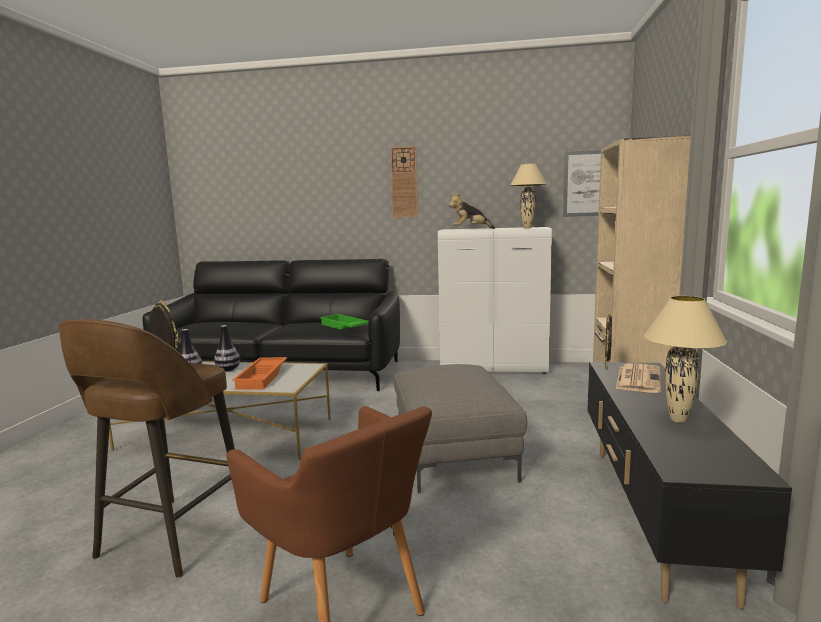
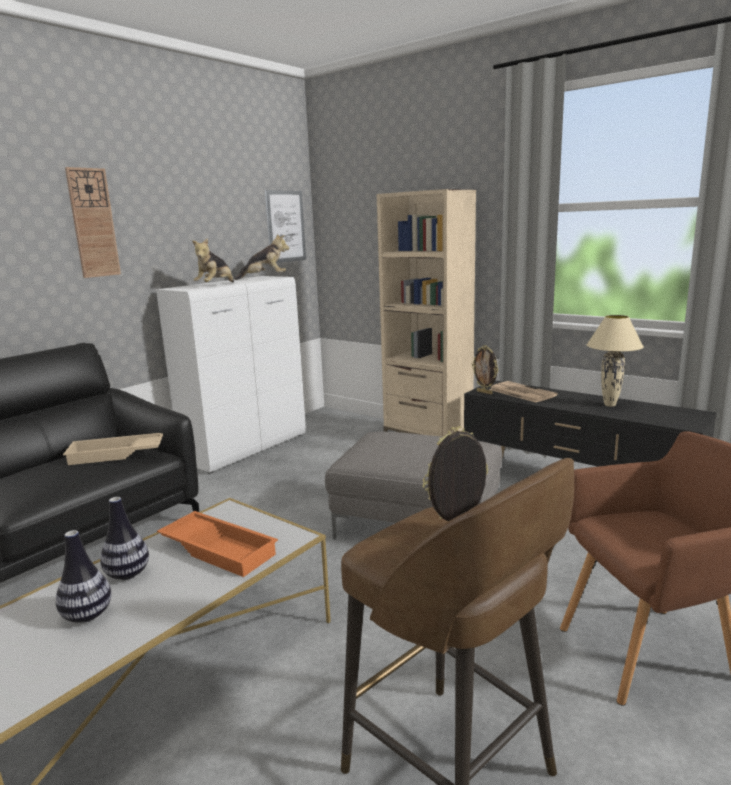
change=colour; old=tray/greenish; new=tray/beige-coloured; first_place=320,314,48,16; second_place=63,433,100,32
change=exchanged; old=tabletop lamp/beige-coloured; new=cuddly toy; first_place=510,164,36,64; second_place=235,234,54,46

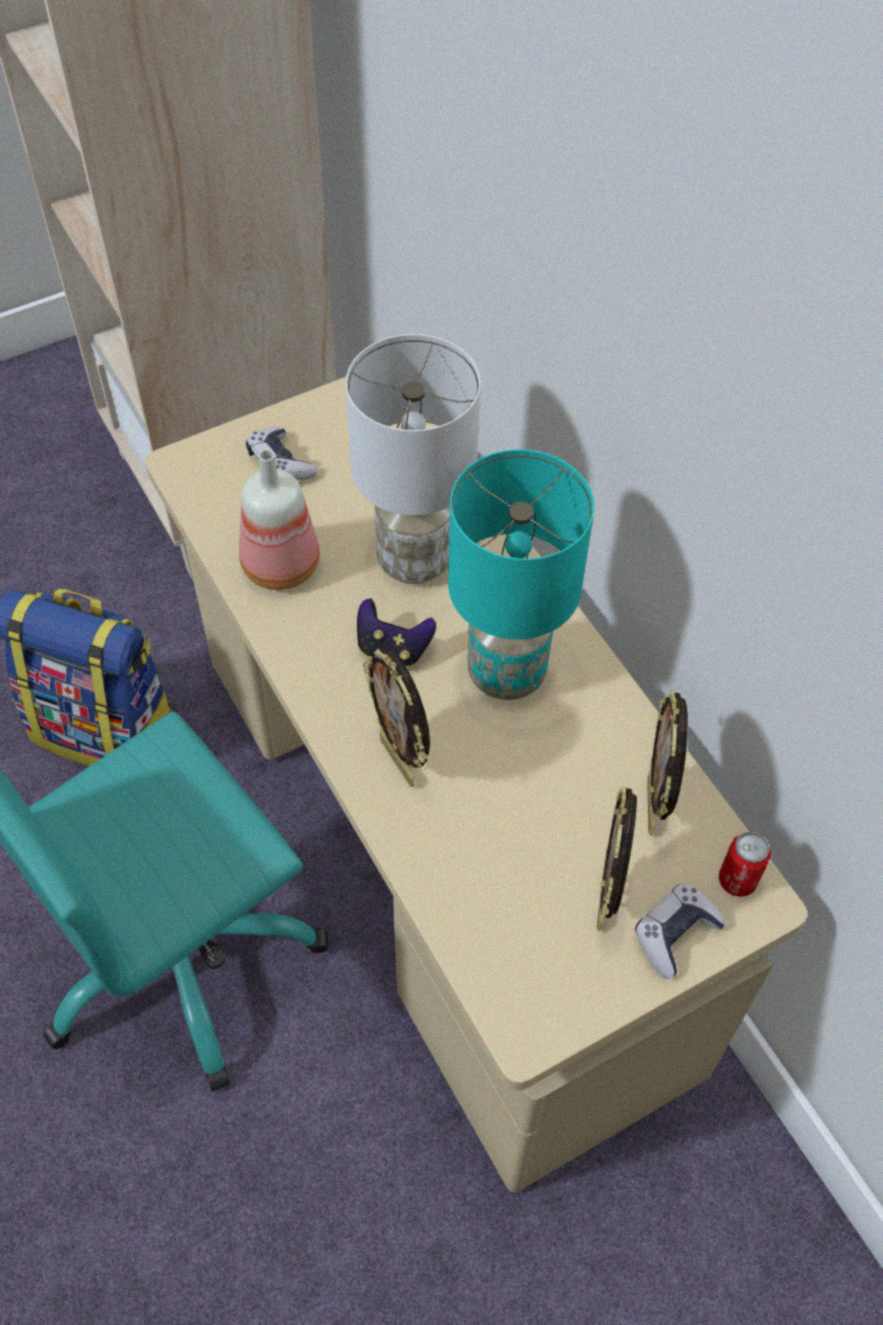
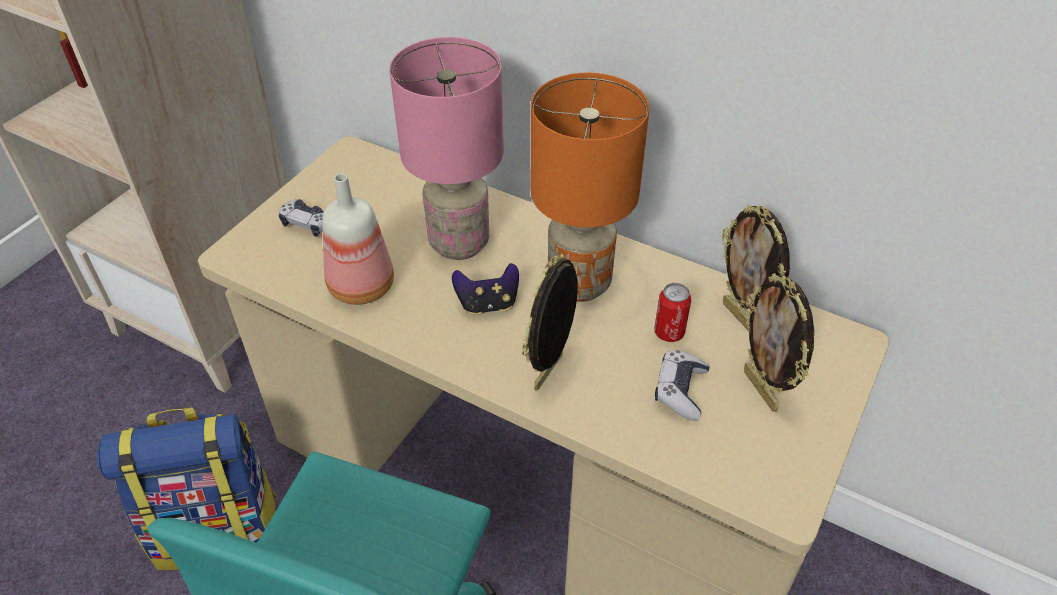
change=colour; old=tabletop lamp/white; new=tabletop lamp/pink-coloured; first_place=346,334,135,250; second_place=389,37,115,223
change=spun; old=photo frame; first_place=363,649,67,138; second_place=522,254,56,136; degrees=90
change=colour; old=tabletop lamp/turquoise; new=tabletop lamp/orange-coloured; first_place=448,449,146,251; second_place=531,72,118,230
change=relocated; old=game controller; first_place=635,883,92,96; second_place=655,350,55,71
change=relocated; old=metal can; first_place=719,831,52,66; second_place=654,283,37,59

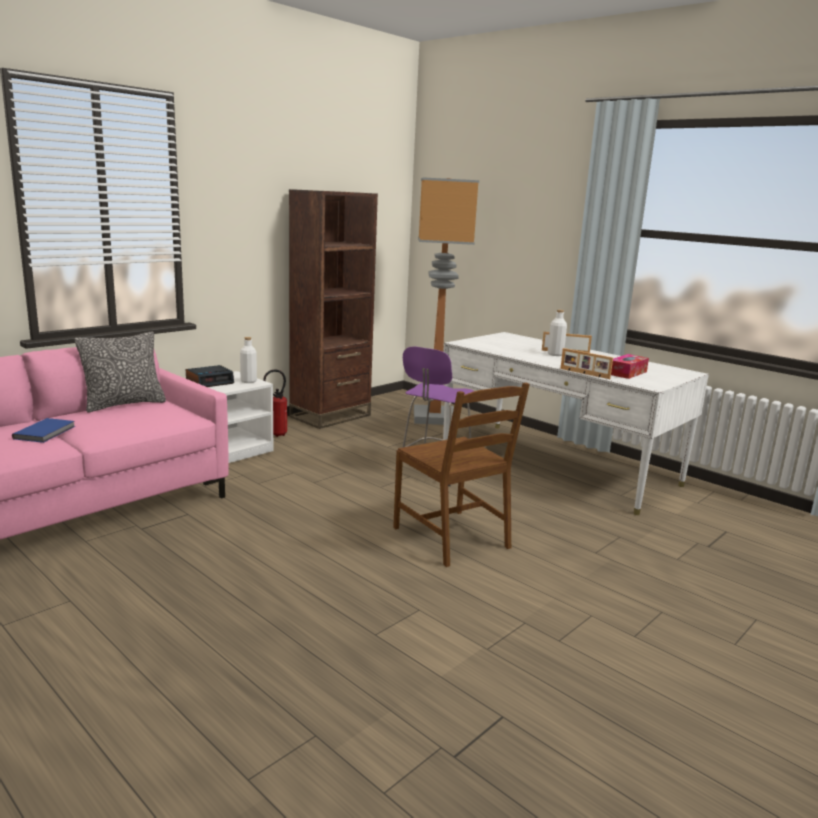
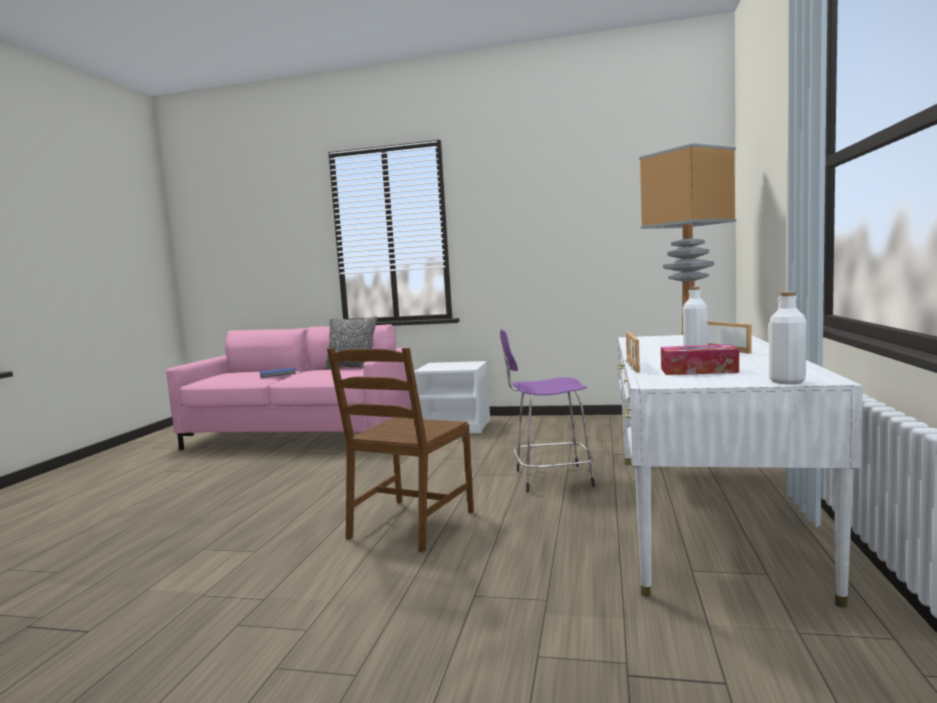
change=missing; old=alarm clock; first_place=186,365,48,22
change=relocated; old=beverage bottle/white; first_place=240,337,17,46; second_place=769,292,37,92
change=missing; old=extinguisher; first_place=263,369,24,68
change=missing; old=shelving unit/brown-coloured; first_place=289,189,89,240

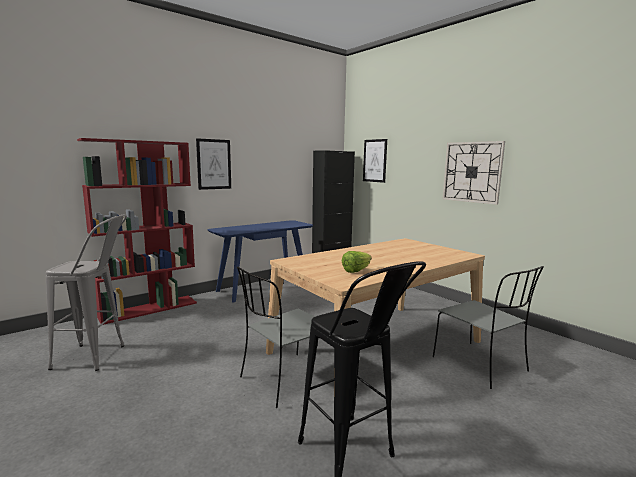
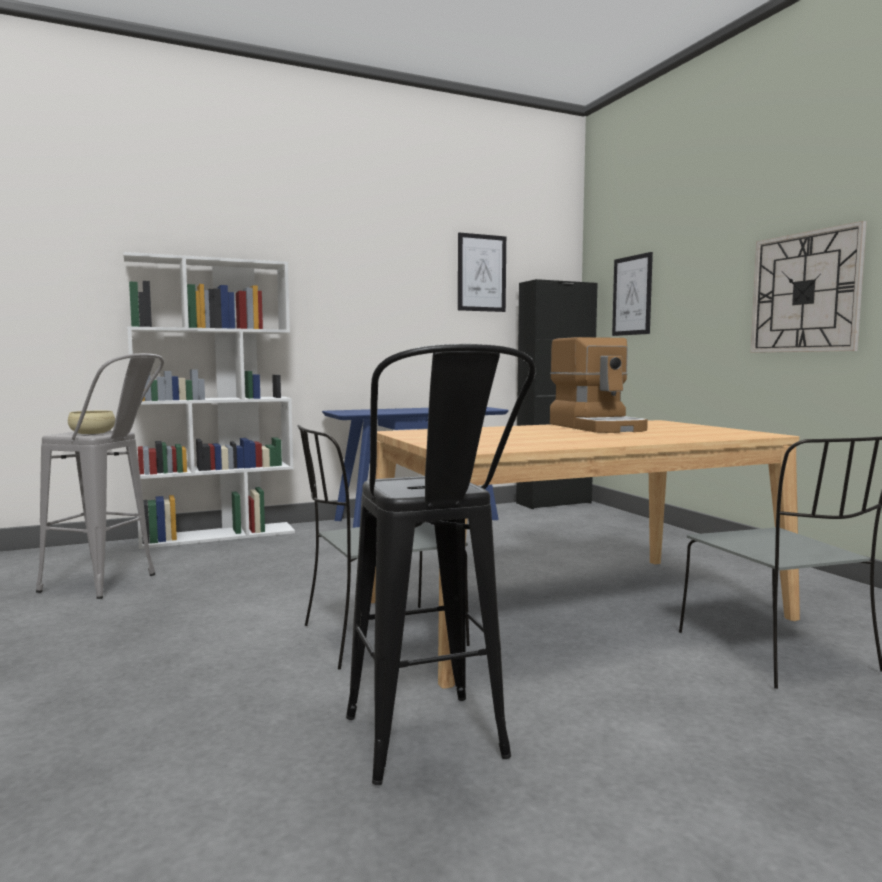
change=colour; old=shelving unit/red-coloured; new=shelving unit/white; first_place=77,138,120,187; second_place=123,252,172,297
change=relocated; old=wall picture; first_place=196,138,35,52; second_place=458,233,48,79
change=missing; old=lettuce; first_place=342,251,29,22
change=appeared; new=bowl/beige-coloured; second_place=68,411,47,23
change=appeared; new=coffee maker; second_place=550,337,98,96

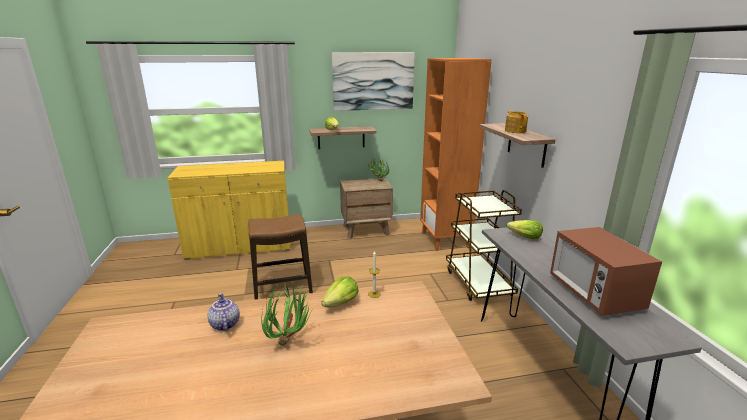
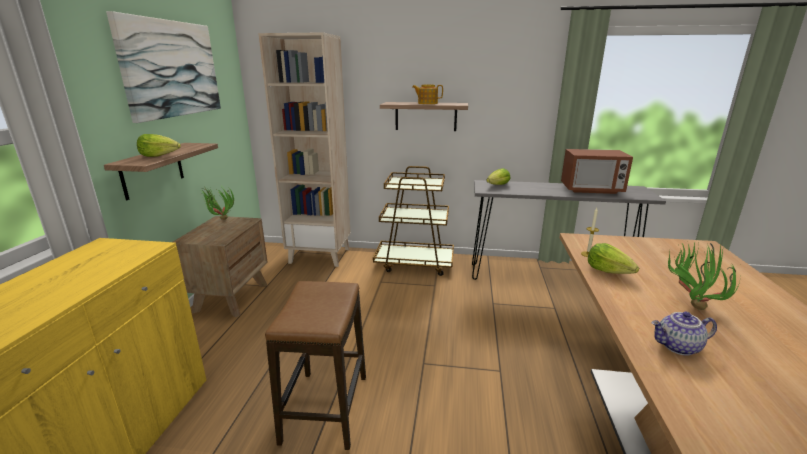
change=colour; old=shelving unit/orange-coloured; new=shelving unit/beige-coloured; first_place=420,58,72,193; second_place=258,32,93,235

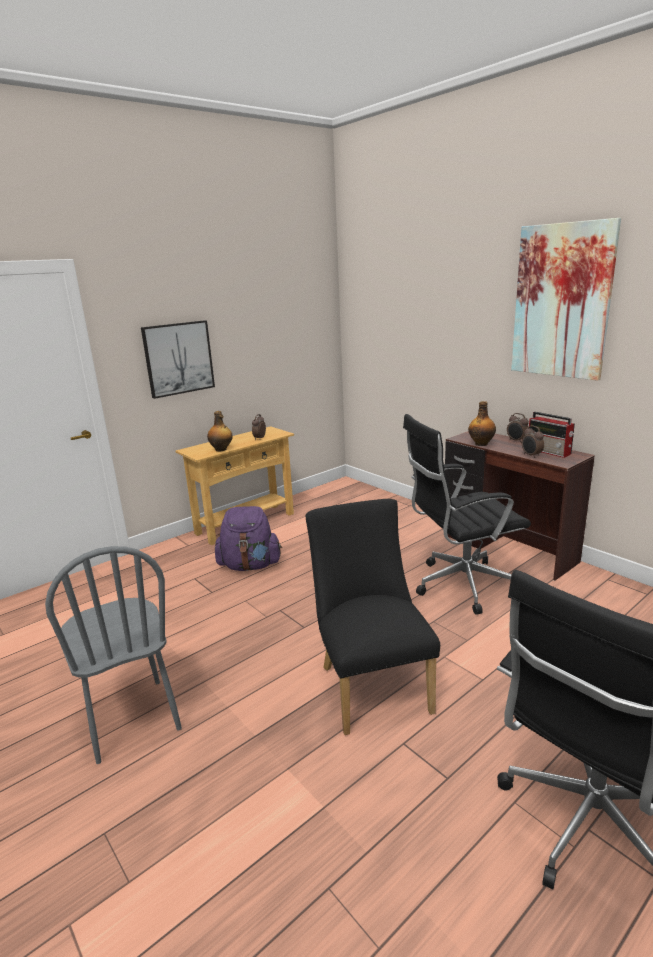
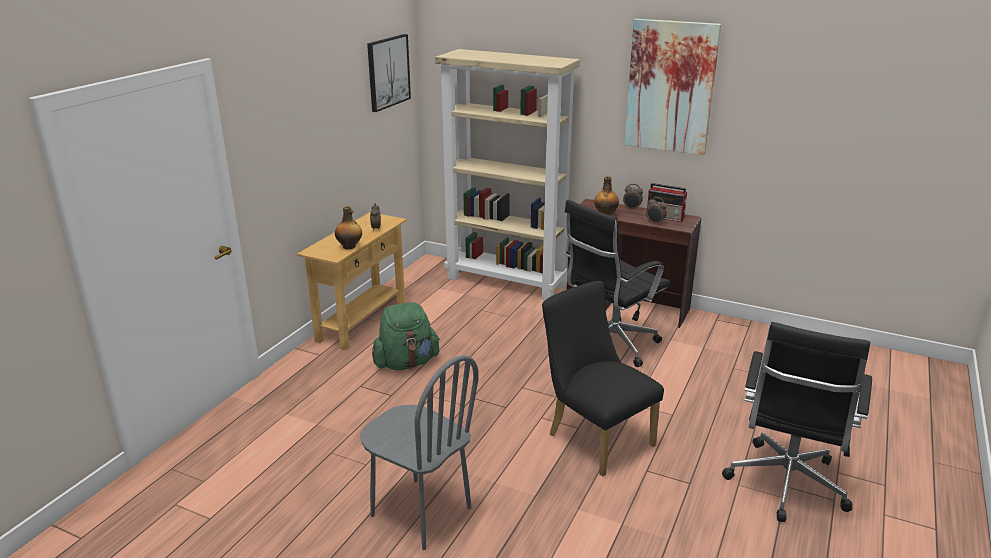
change=relocated; old=wall picture; first_place=141,320,74,79; second_place=367,34,44,78
change=colour; old=rucksack/purple; new=rucksack/greenish; first_place=215,506,67,65; second_place=372,302,68,68
change=appeared; new=shelving unit/beige-coloured; second_place=435,49,145,251

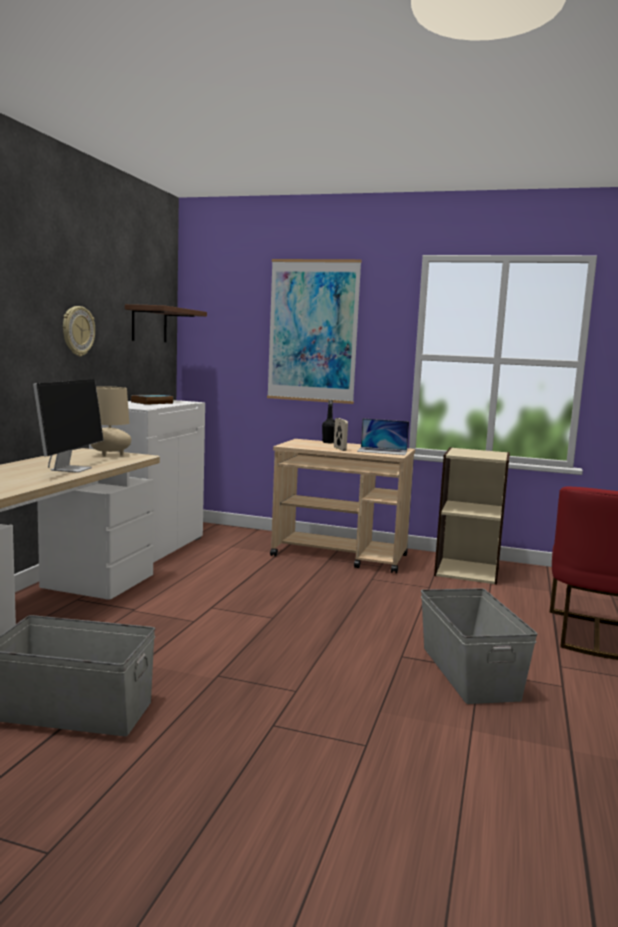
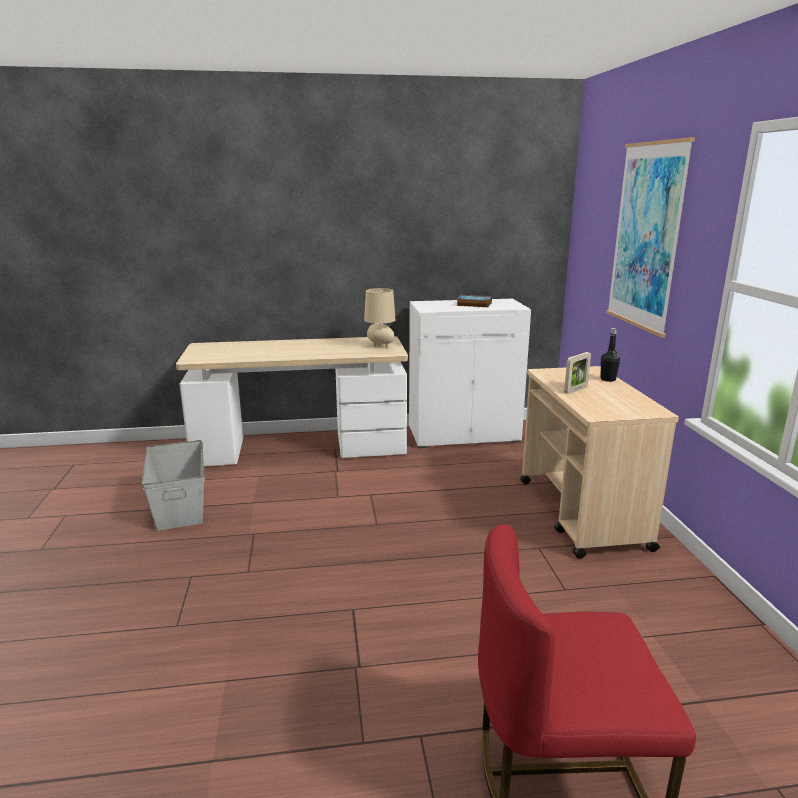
change=missing; old=computer display; first_place=33,379,70,94
change=missing; old=wall clock; first_place=63,306,32,50
change=missing; old=wall shelf/brown-coloured; first_place=125,304,82,38
change=missing; old=notebook computer; first_place=357,419,52,36
change=missing; old=storage container/gray; first_place=421,588,117,116
change=missing; old=shelving unit/beige-coloured; first_place=434,447,76,138

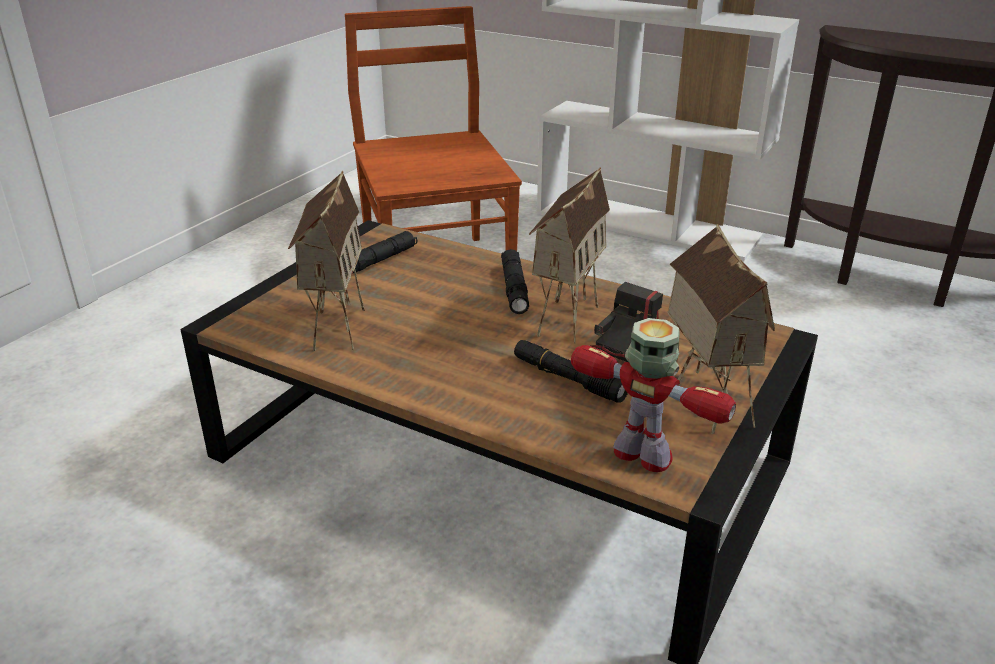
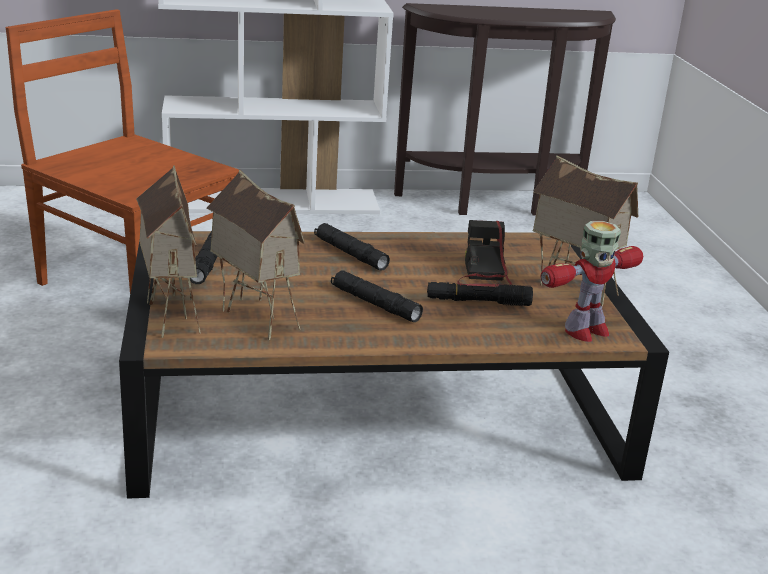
change=relocated; old=model house; first_place=529,167,81,176; second_place=136,165,65,173
change=spun; old=robot figure; first_place=571,318,165,154; second_place=541,221,102,121; degrees=150
change=appeared; new=hand torch/black; second_place=331,270,92,52

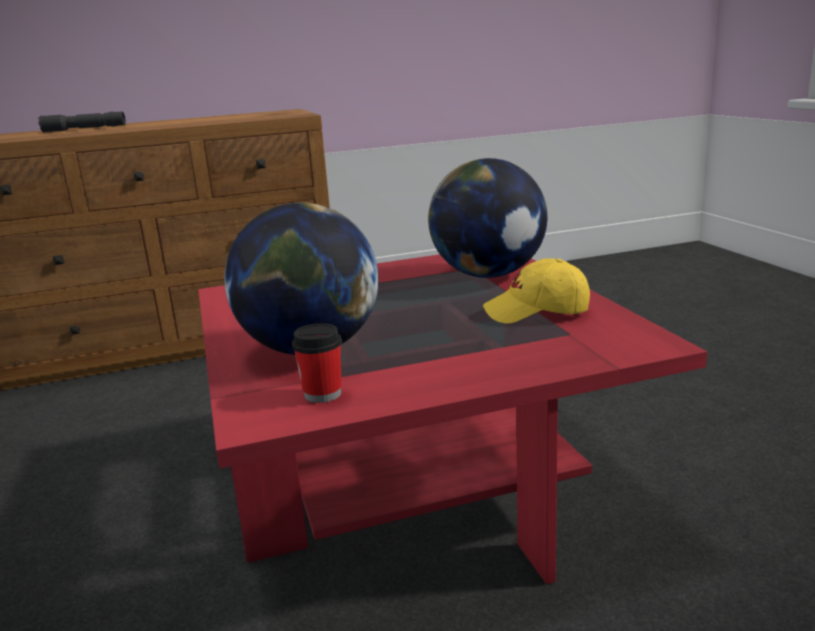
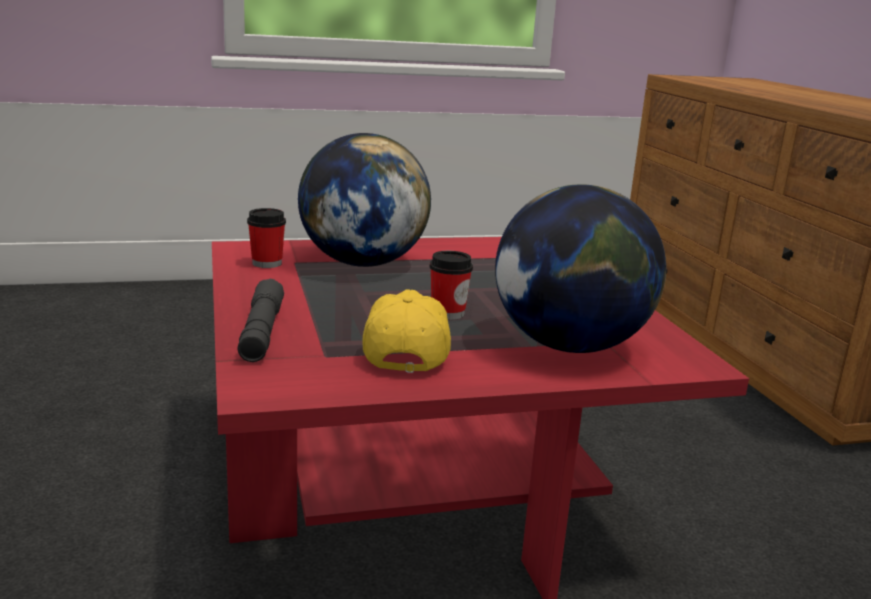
change=relocated; old=hand torch/gray; first_place=38,111,88,21; second_place=238,279,46,83
change=appeared; new=small cup; second_place=430,251,43,69

